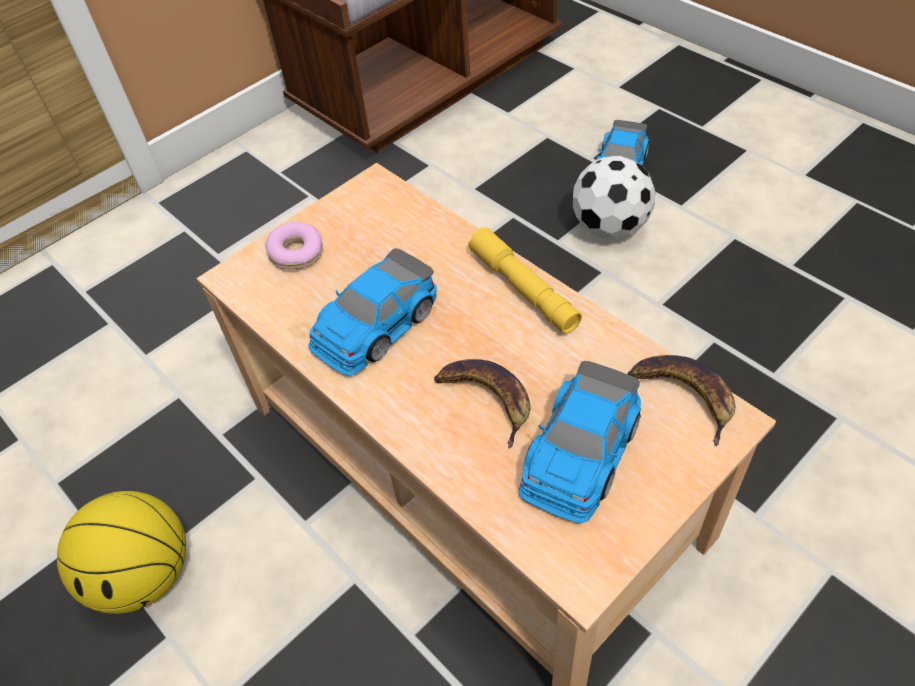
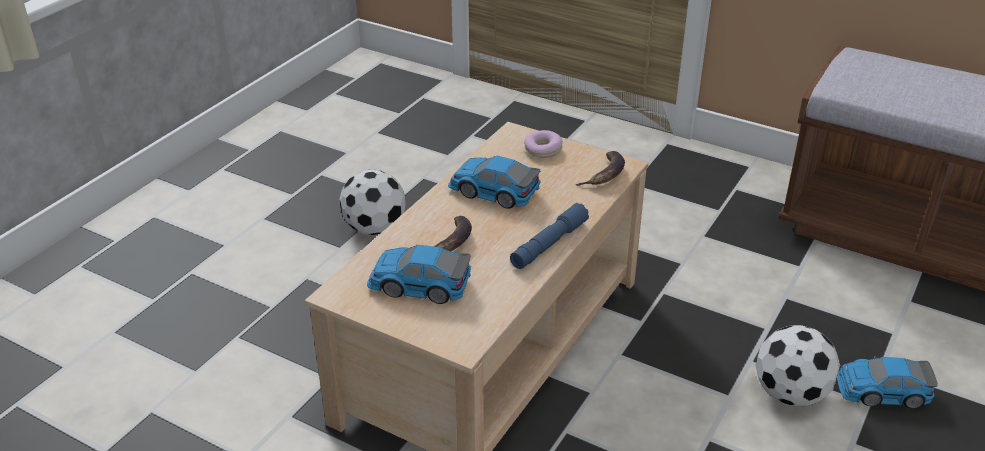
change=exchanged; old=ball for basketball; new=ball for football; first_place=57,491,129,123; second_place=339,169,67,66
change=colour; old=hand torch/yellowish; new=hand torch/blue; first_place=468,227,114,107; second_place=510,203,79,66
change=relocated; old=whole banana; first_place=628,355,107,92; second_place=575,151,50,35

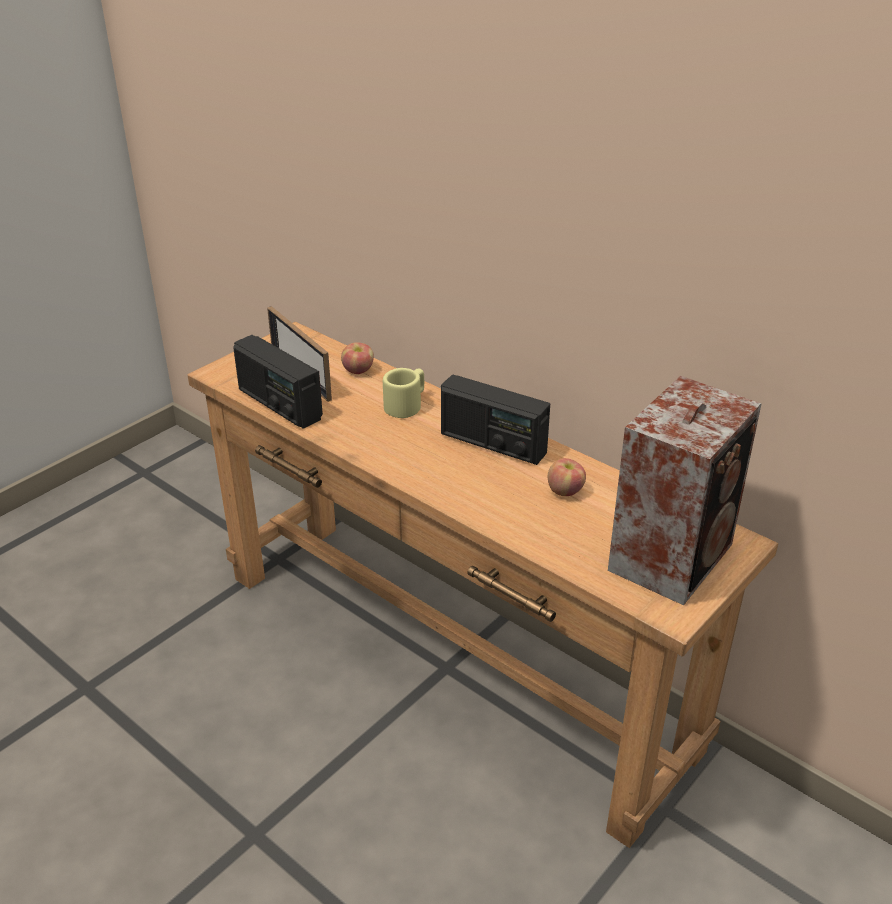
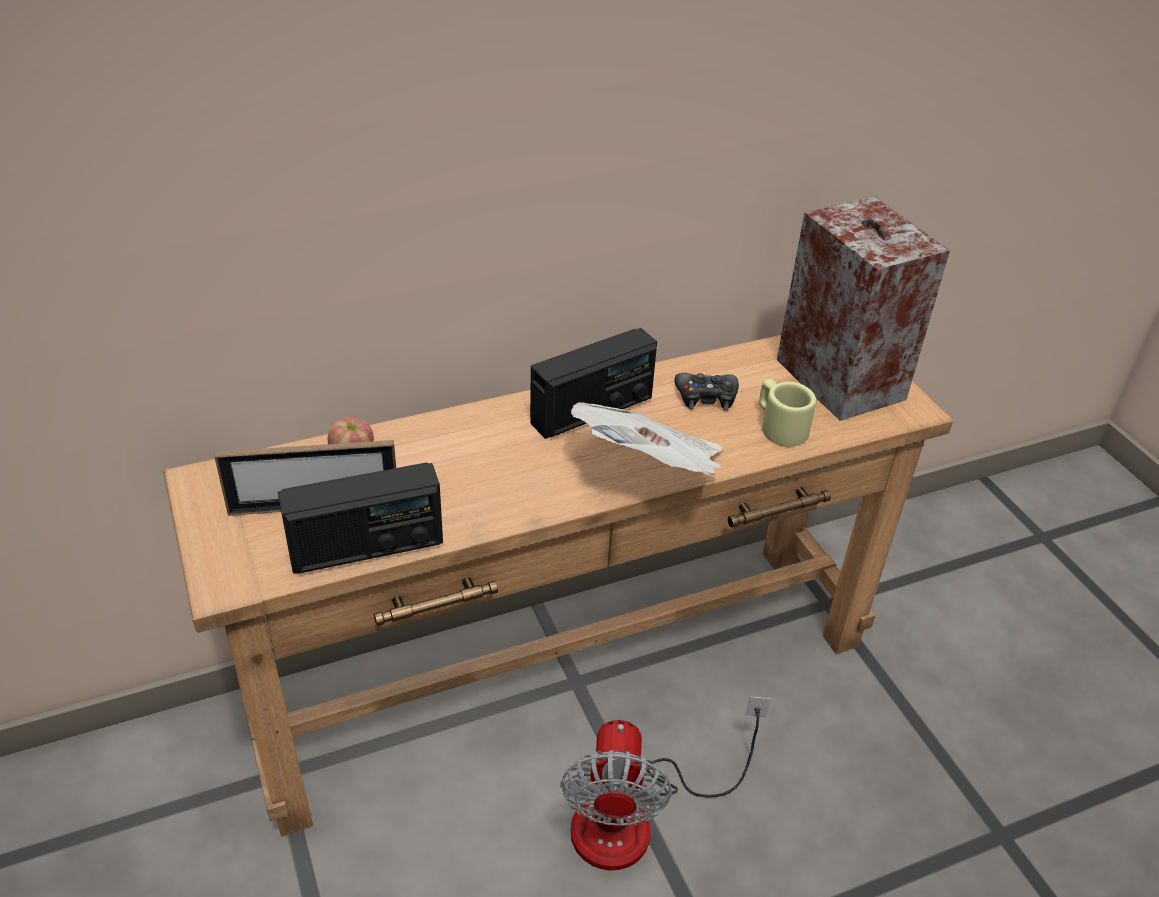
change=relocated; old=coffee mug/beige-coloured; first_place=383,368,41,50; second_place=759,379,57,68
change=exchanged; old=whole apple; new=game controller/black; first_place=548,458,38,38; second_place=674,373,65,38
change=appeared; new=fan; second_place=560,696,210,174
change=appeared; new=daily paper; second_place=571,402,151,74

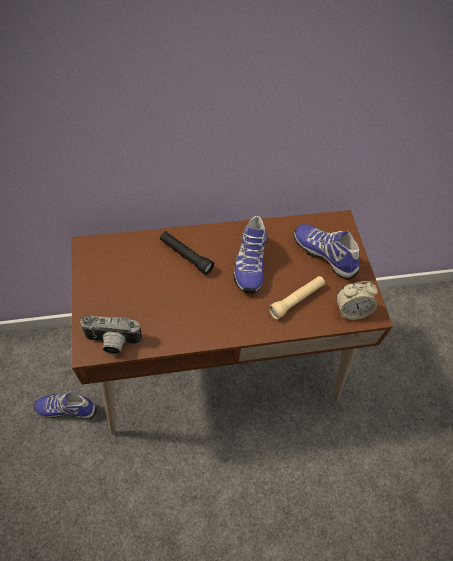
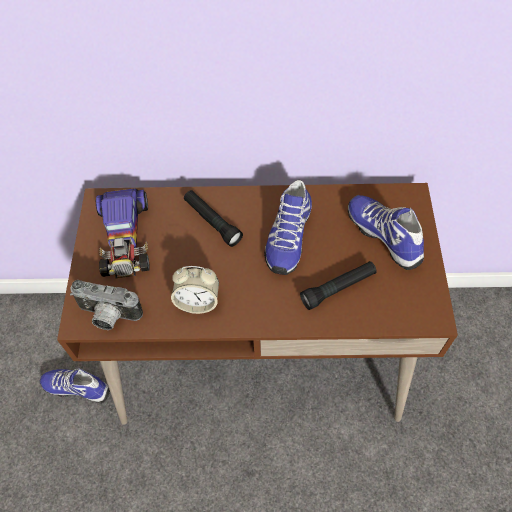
change=colour; old=hand torch/beige-coloured; new=hand torch/black; first_place=268,276,57,44; second_place=300,261,77,49
change=relocated; old=alarm clock; first_place=336,281,42,39; second_place=171,266,48,48
change=appeared; new=model car; second_place=96,188,54,90

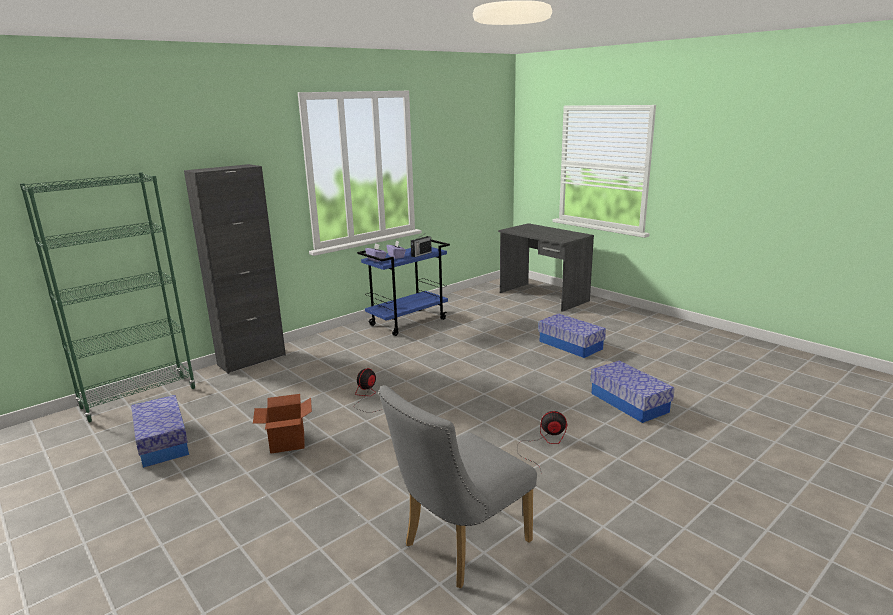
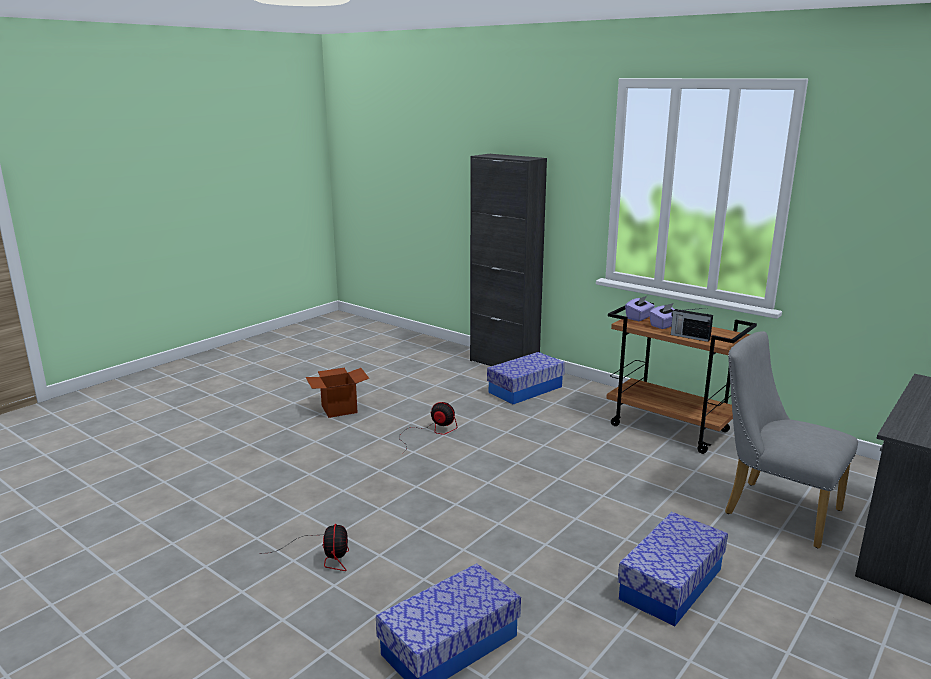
change=missing; old=shelving unit/greenish; first_place=20,172,176,250
change=relocated; old=storage container; first_place=131,395,58,73; second_place=487,352,78,52
change=colour; old=cart/blue; new=cart/brown-coloured; first_place=357,239,93,97; second_place=606,302,151,152
change=relocated; old=chair/gray; first_place=379,385,158,203; second_place=725,331,133,217

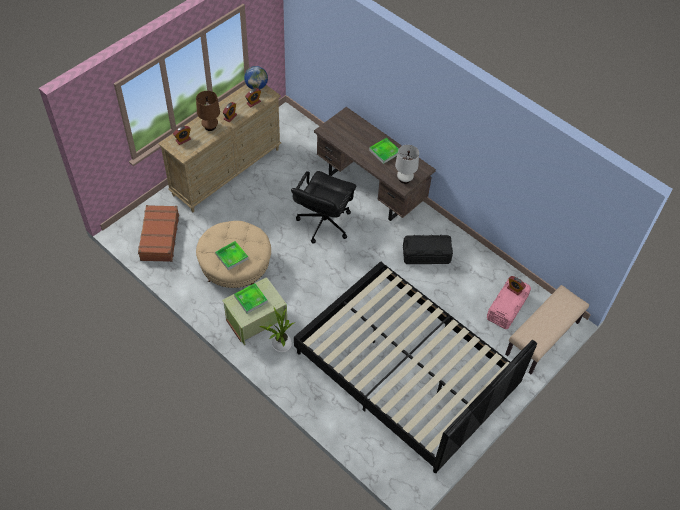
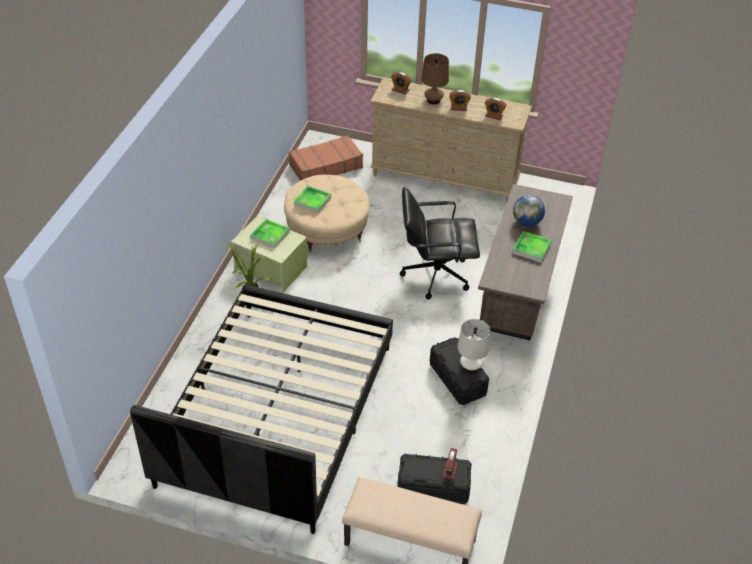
change=relocated; old=globe; first_place=244,66,24,23; second_place=513,195,32,32
change=relocated; old=tabletop lamp/white; first_place=395,145,24,39; second_place=457,319,33,54
change=colour; old=storage container/pink-coloured; new=storage container/black; first_place=487,278,44,51; second_place=398,454,74,50

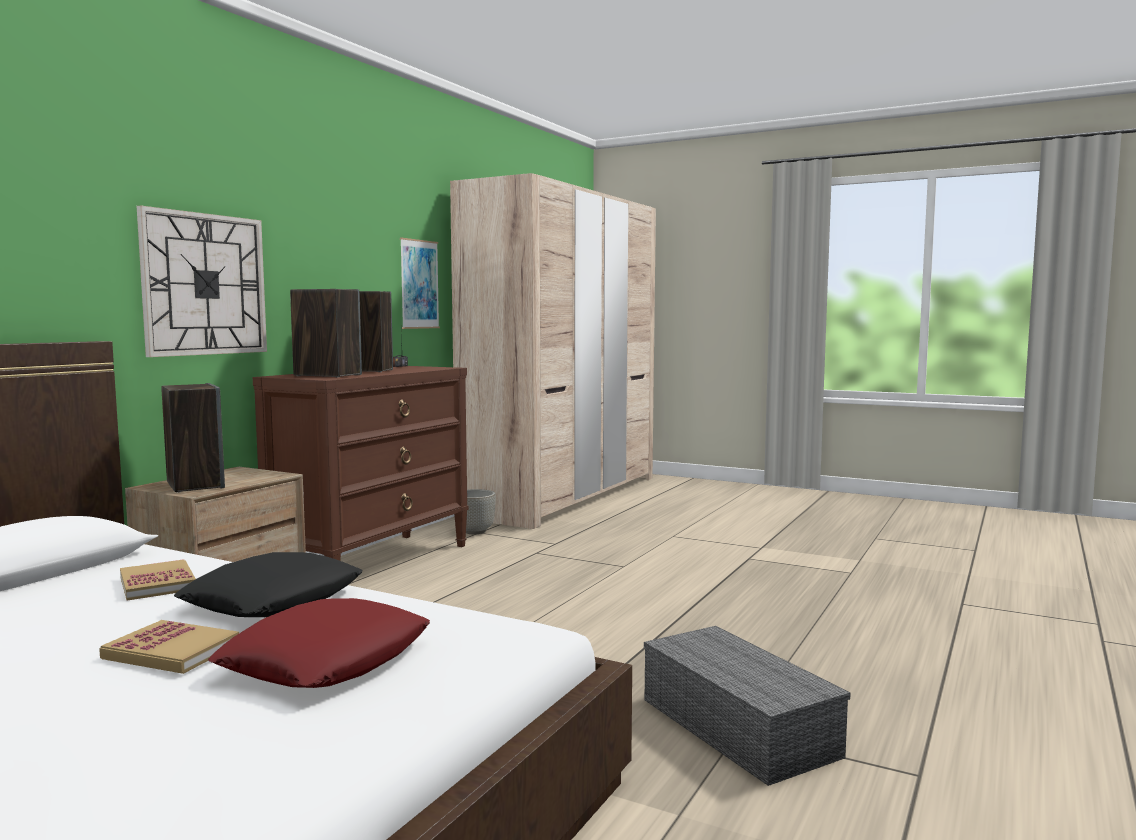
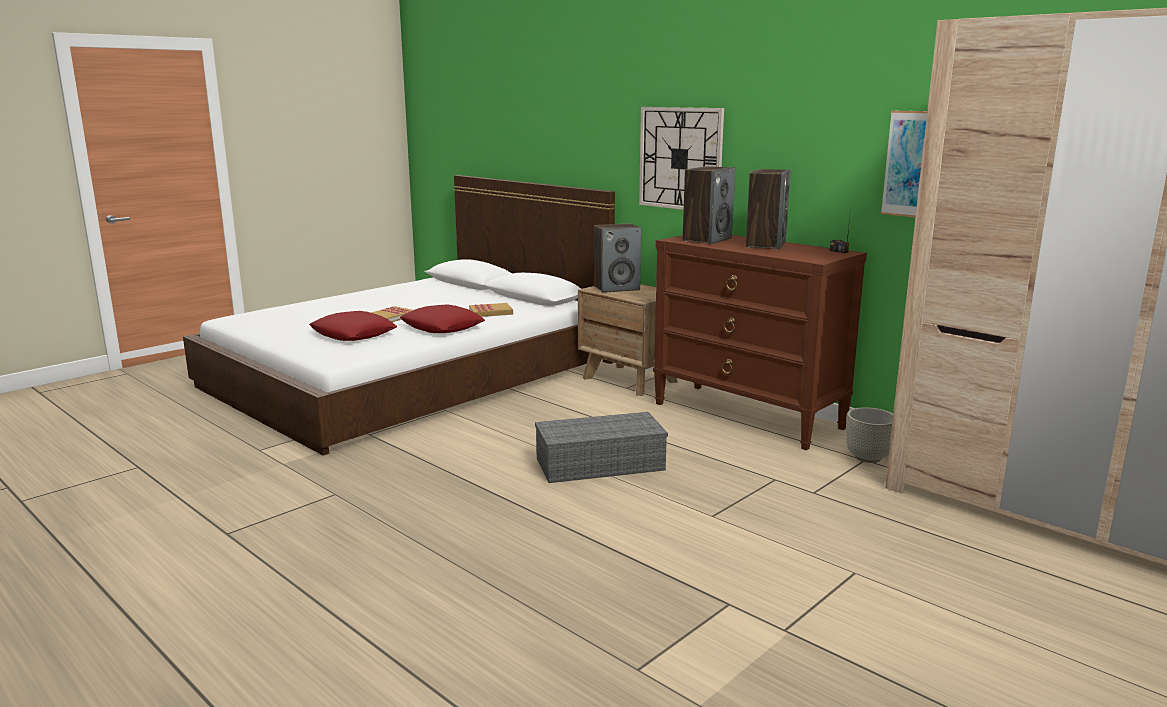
change=colour; old=throw pillow/black; new=throw pillow/red-coloured; first_place=174,552,189,65; second_place=400,305,85,28
change=relocated; old=storage container/gray; first_place=644,626,207,160; second_place=535,412,133,71

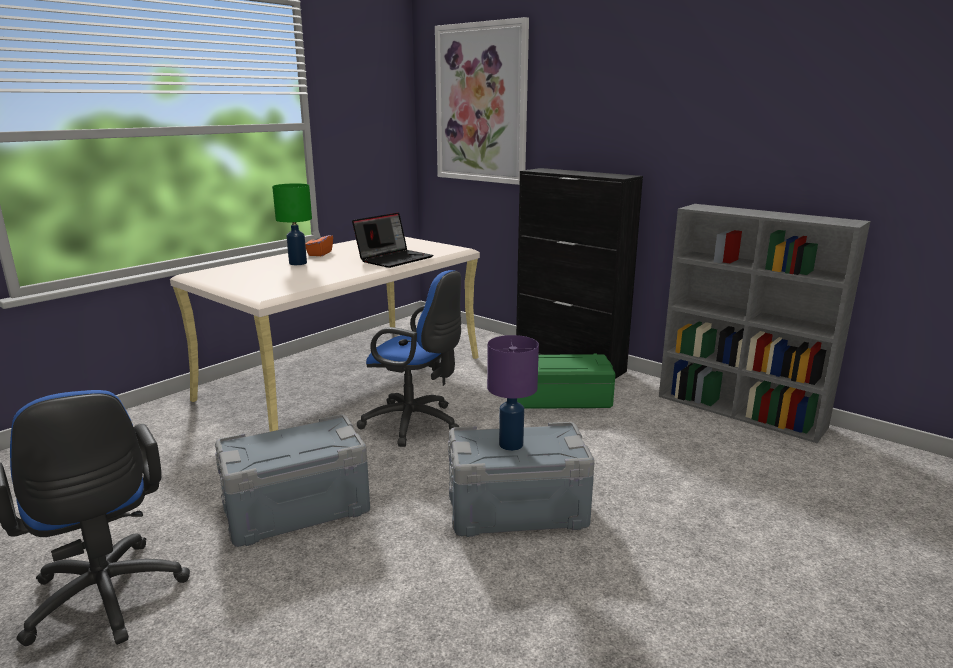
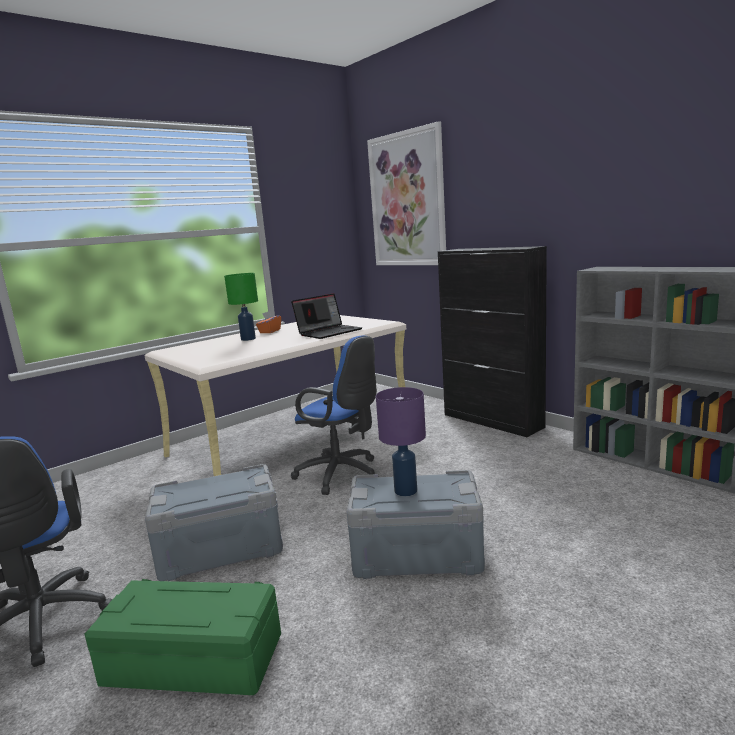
change=relocated; old=storage container/greenish; first_place=517,354,99,55; second_place=84,579,197,116

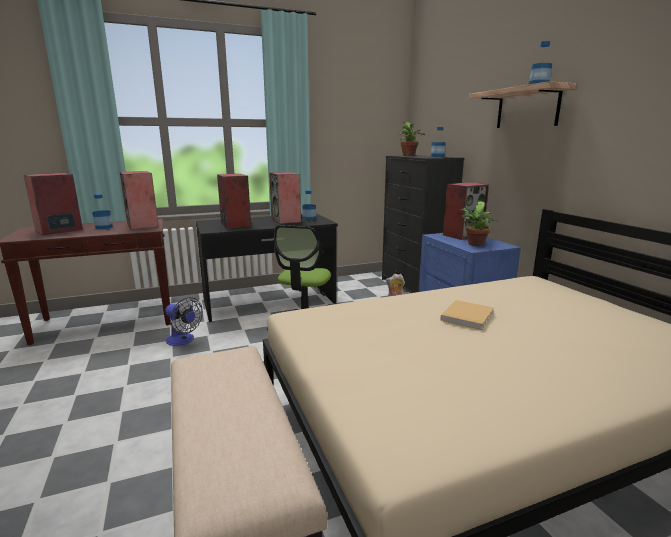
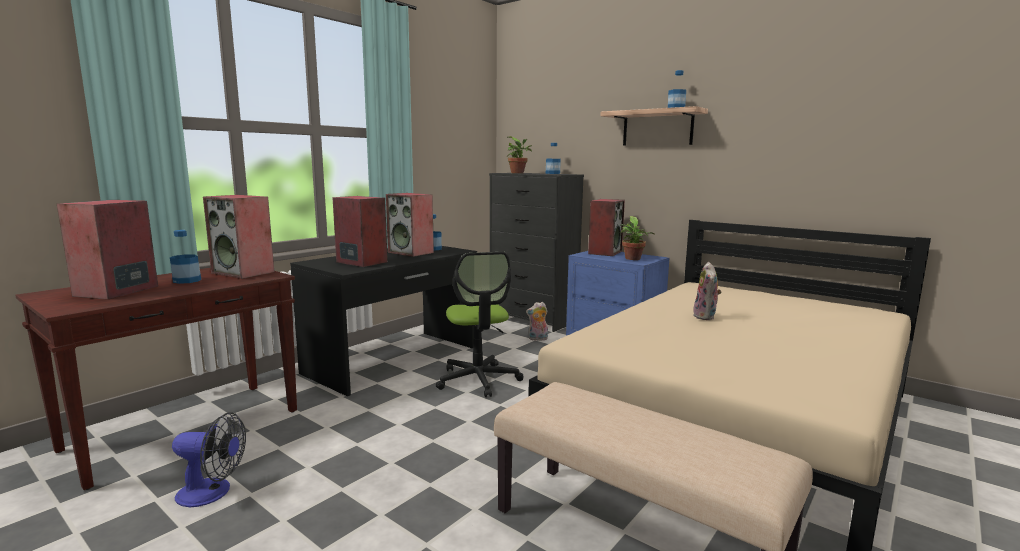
change=relocated; old=fan; first_place=165,297,38,49; second_place=172,412,74,95
change=exchanged; old=book/beige-coloured; new=cuddly toy; first_place=440,300,54,30; second_place=693,262,29,58

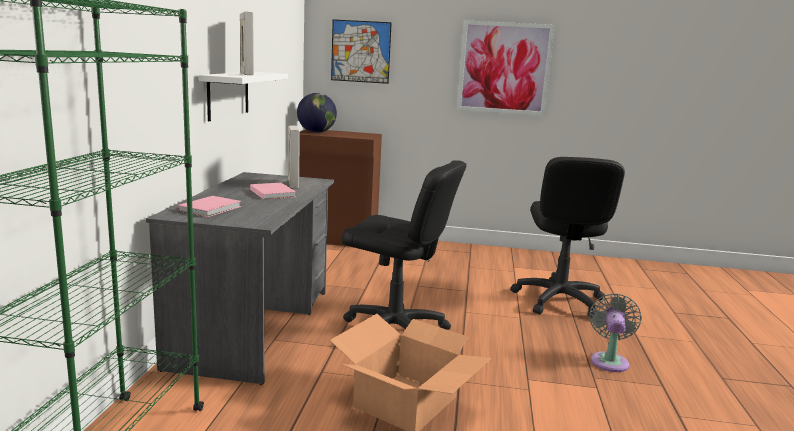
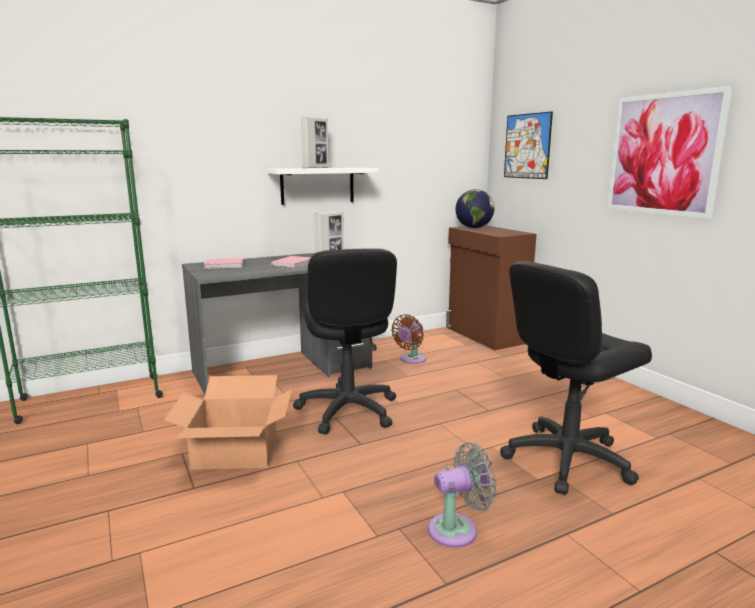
change=appeared; new=fan/brown-coloured; second_place=391,314,35,50

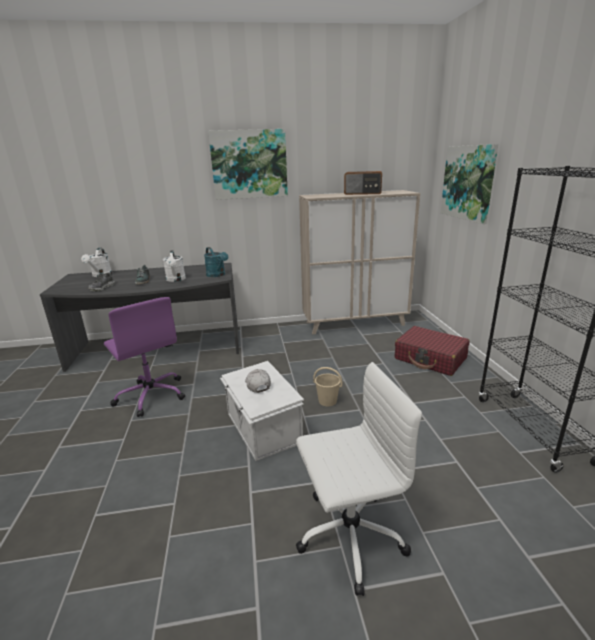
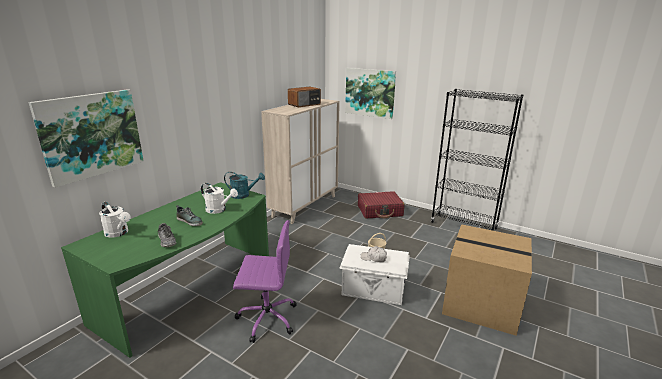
change=colour; old=desk/gray; new=desk/greenish; first_place=40,263,199,109; second_place=61,182,208,176
change=relocated; old=wall picture; first_place=208,129,80,71; second_place=28,89,116,99
change=exchanged; old=desk chair/white; new=carton; first_place=296,362,126,234; second_place=442,224,90,112

